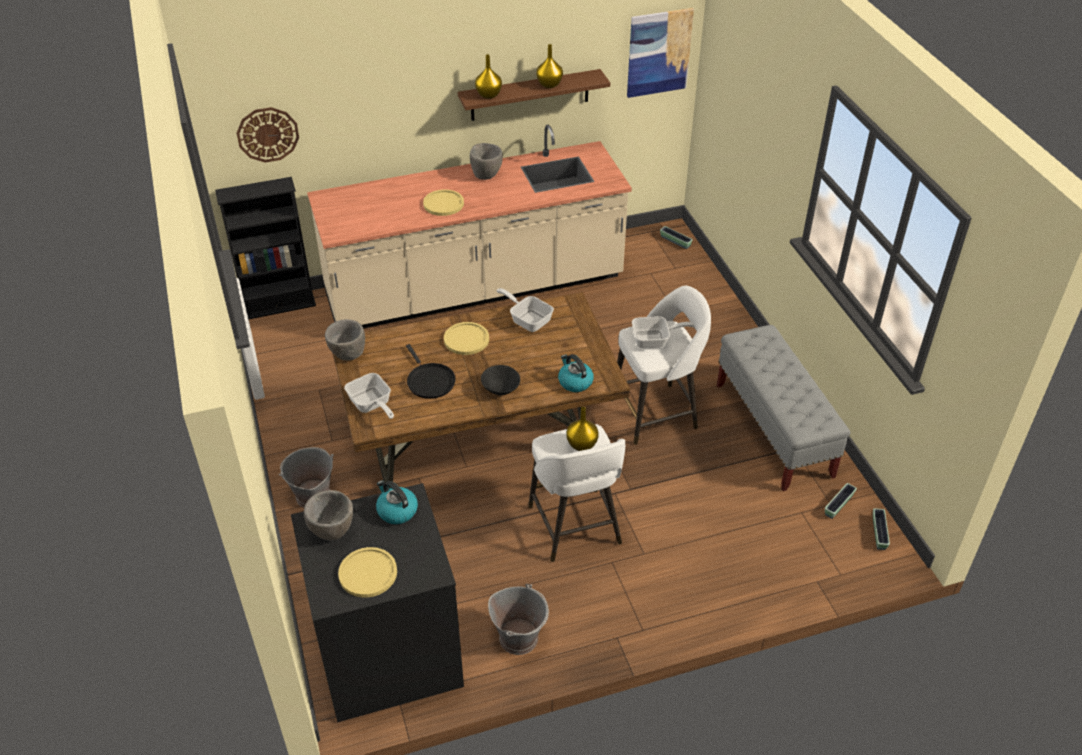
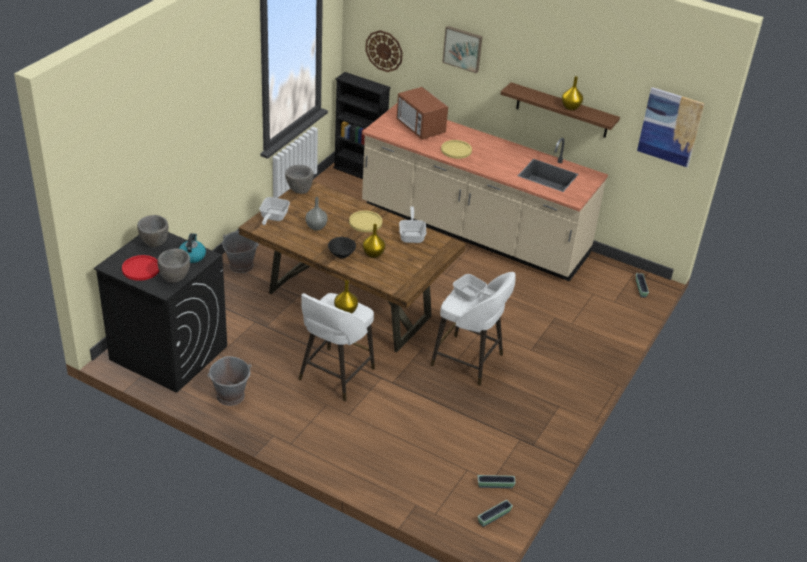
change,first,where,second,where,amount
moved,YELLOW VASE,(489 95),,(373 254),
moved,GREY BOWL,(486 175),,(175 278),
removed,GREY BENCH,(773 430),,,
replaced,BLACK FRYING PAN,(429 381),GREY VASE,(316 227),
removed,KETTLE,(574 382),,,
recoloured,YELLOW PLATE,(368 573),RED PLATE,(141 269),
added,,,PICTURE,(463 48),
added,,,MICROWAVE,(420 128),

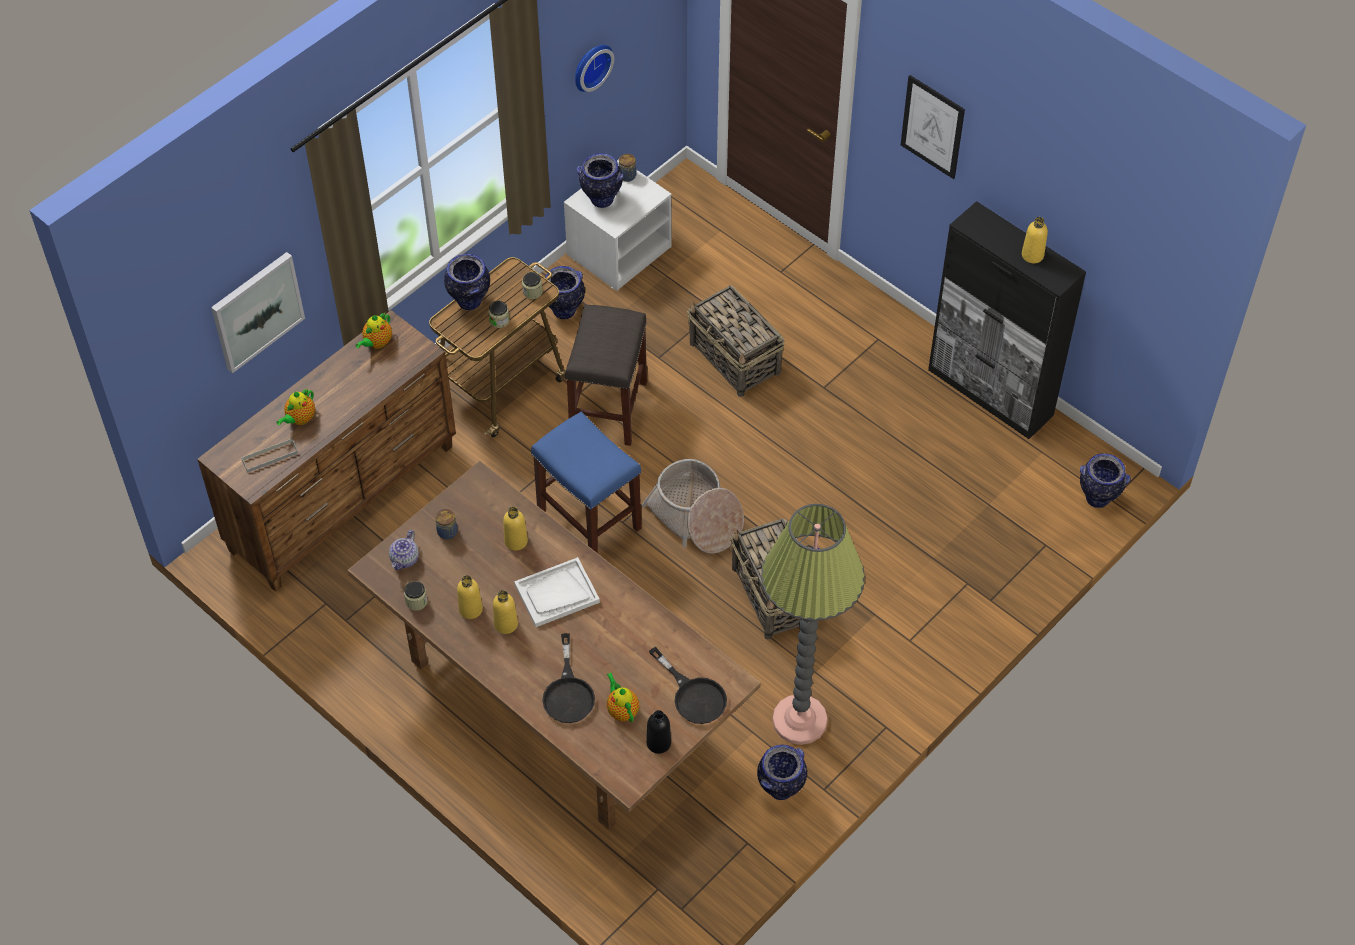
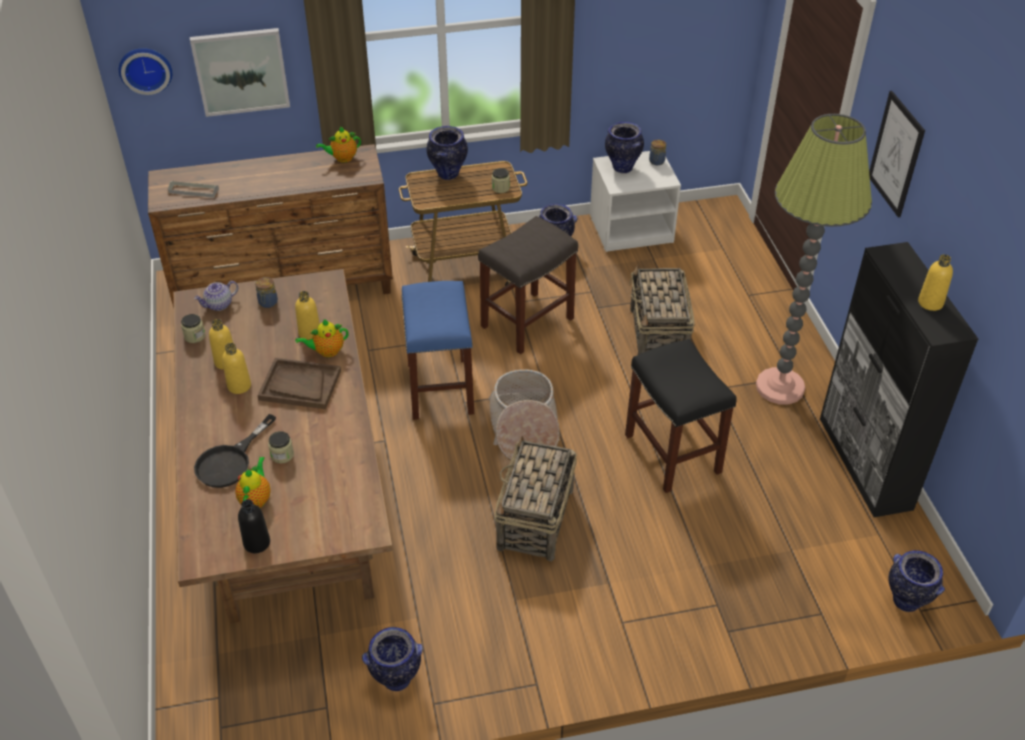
change,first,where,second,where,amount
moved,WALL CLOCK,(590 65),,(145 69),
moved,JAR,(499 321),,(282 455),
moved,TEAPOT,(300 419),,(327 351),
moved,FLOOR LAMP,(800 720),,(780 387),
recoloured,WHITE TRAY,(557 594),BROWN TRAY,(300 385),
removed,BLACK FRYING PAN,(694 695),,,
added,,,BLACK STOOL,(671 453),

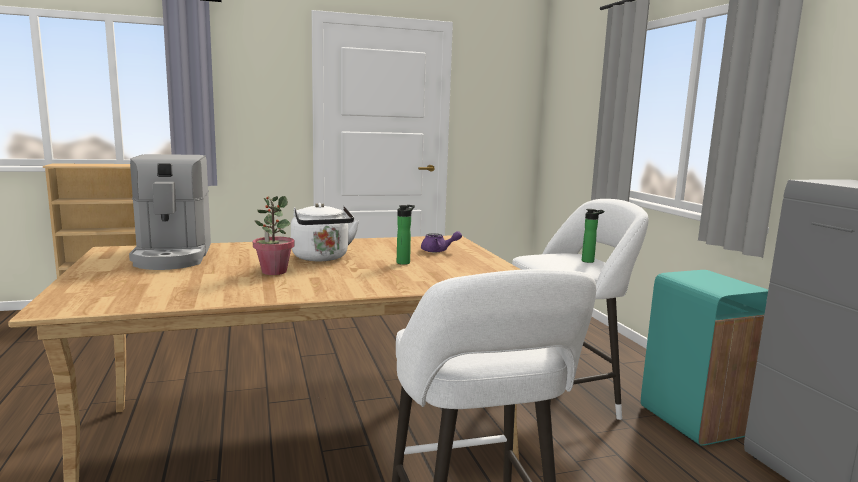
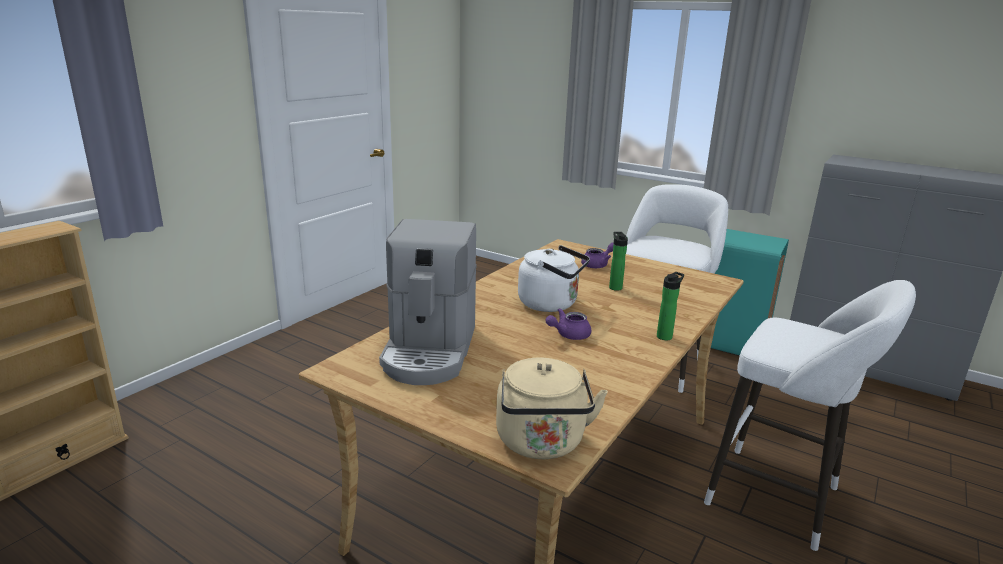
change,first,where,second,where,amount
turned,COFFEE MACHINE,(173 256),,(430 351),60 degrees clockwise
replaced,POTTED PLANT,(274 271),PURPLE TEAPOT,(568 335),
moved,BOTTLE,(589 261),,(665 336),
added,,,BEIGE KETTLE,(541 443),

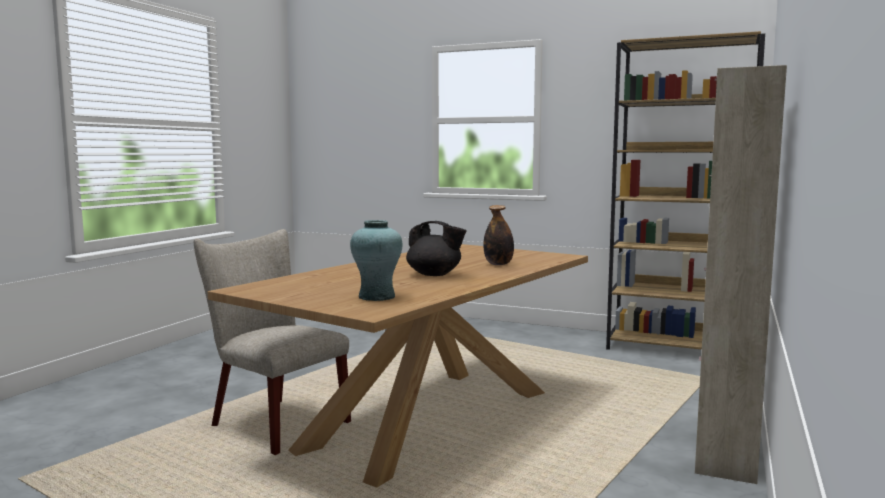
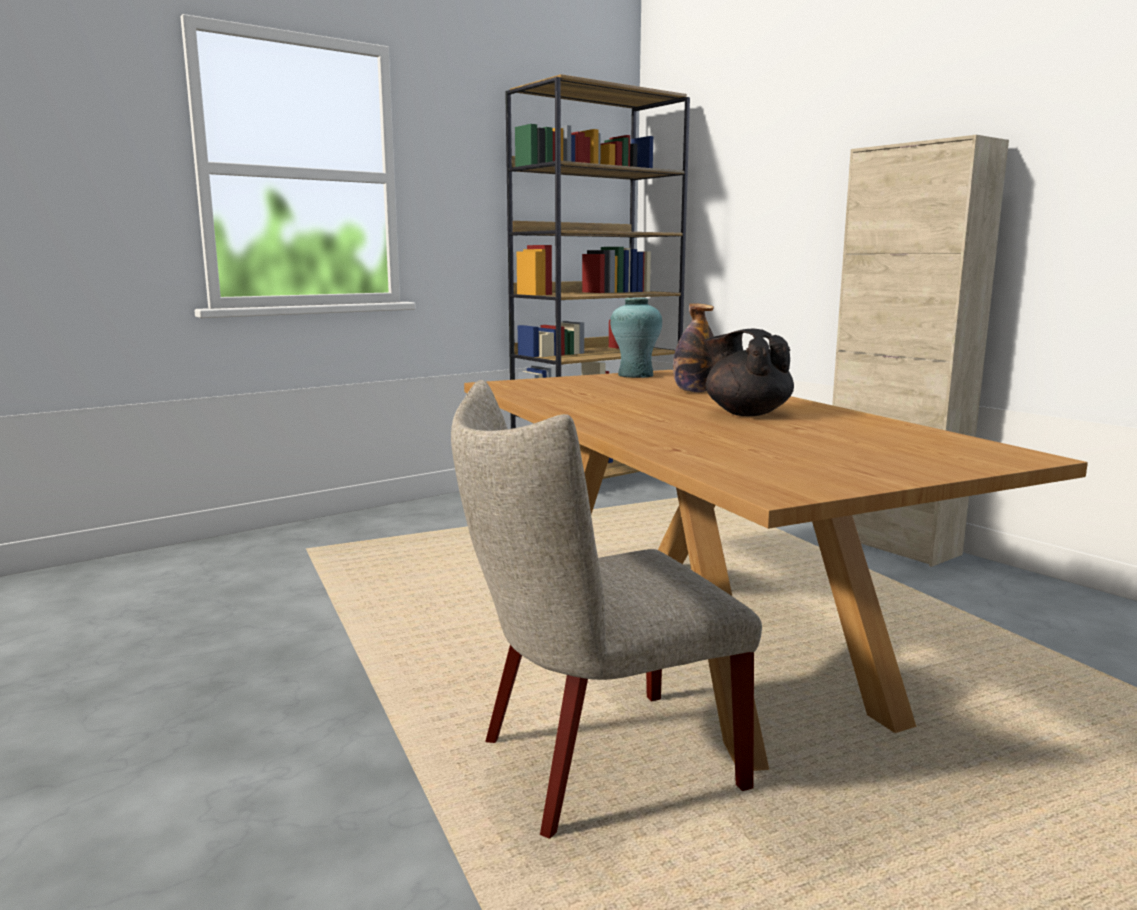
change,first,where,second,where,amount
moved,TURQUOISE VASE,(376 297),,(635 375),
turned,BLACK TEAPOT,(435 275),,(746 413),90 degrees counterclockwise

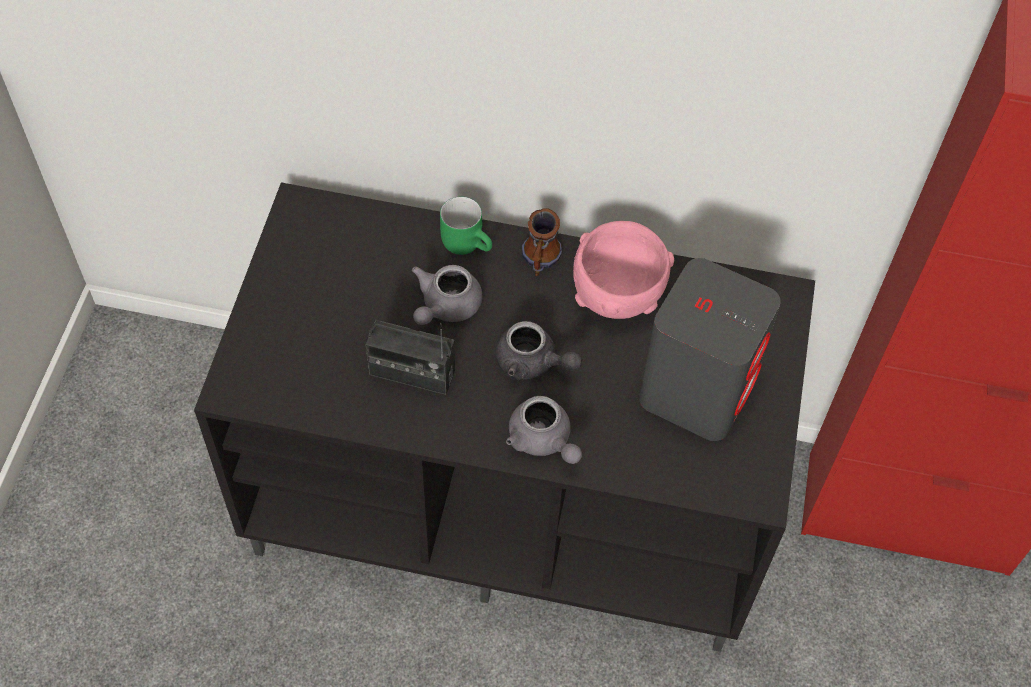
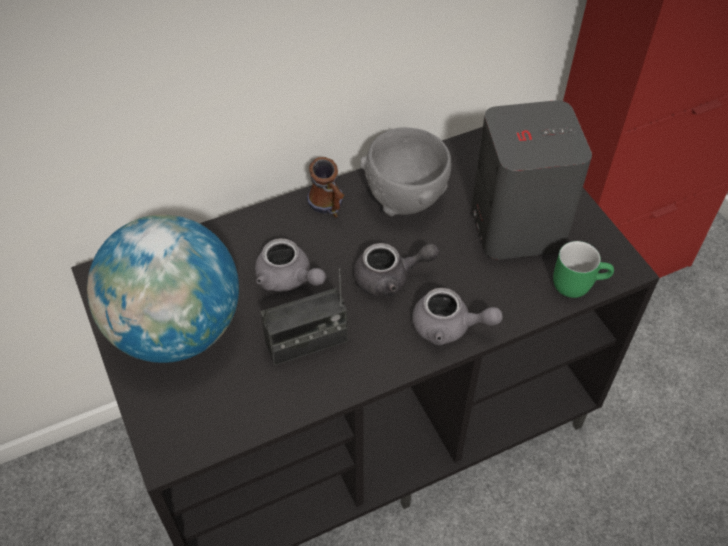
change,first,where,second,where,amount
moved,GREEN MUG,(468 242),,(577 282),
recoloured,PINK BOWL,(616 297),GREY BOWL,(405 198),
turned,GREY TEAPOT,(445 307),,(288 279),45 degrees counterclockwise
added,,,GLOBE,(176 329),

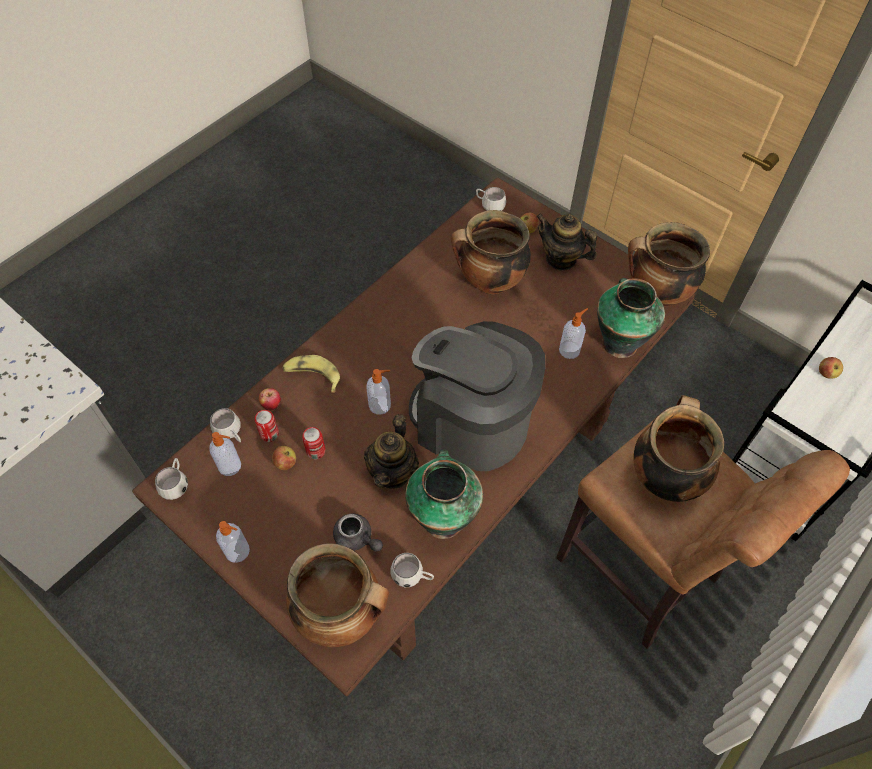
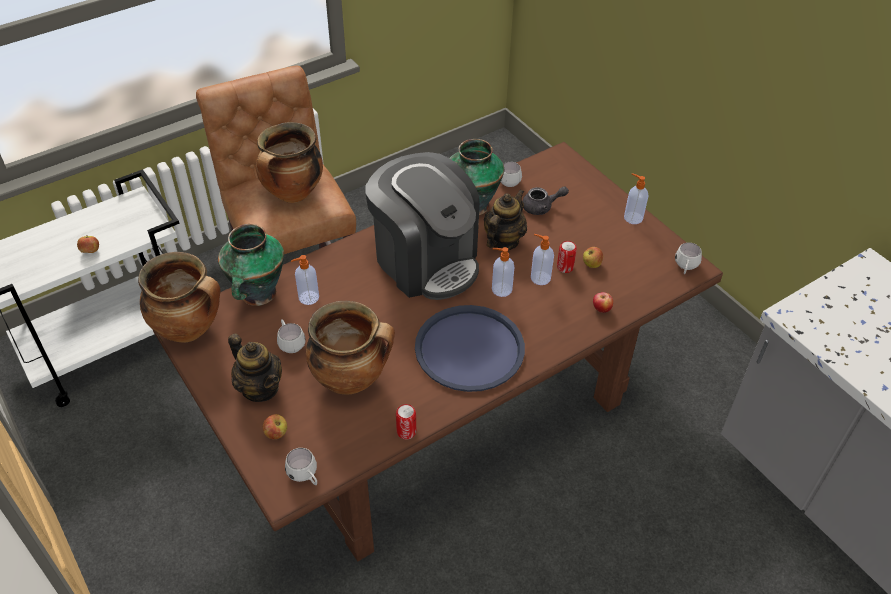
change,first,where,second,where,amount
removed,BANANA,(312 376),,,
moved,WHITE MUG,(231 434),,(290 343),
moved,CAN,(269 434),,(406 431),
moved,SOAP DISPENSER,(230 466),,(539 278),
turned,GREY TEAPOT,(356 539),,(541 207),120 degrees clockwise
removed,COOKING POT,(341 613),,,
added,,,BLUE TRAY,(469 349),

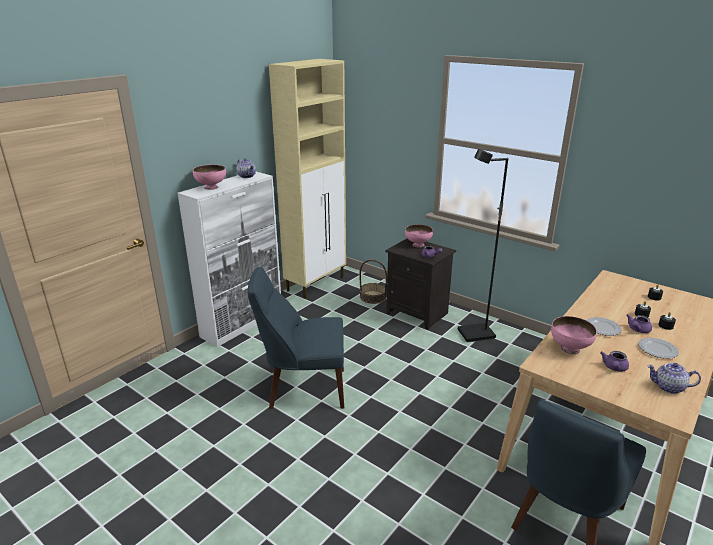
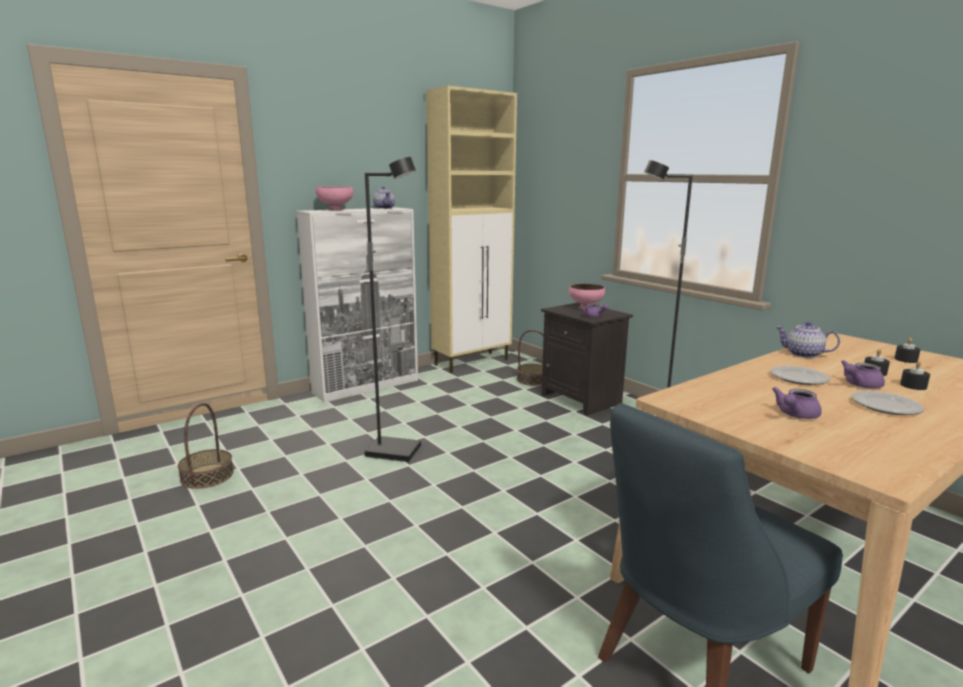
change,first,where,second,where,amount
replaced,BLUE CHAIR,(303 388),BLACK FLOOR LAMP,(394 451),
removed,PINK BOWL,(569 348),,,
moved,TEAPOT,(668 387),,(803 354),
added,,,BASKET,(207 476),

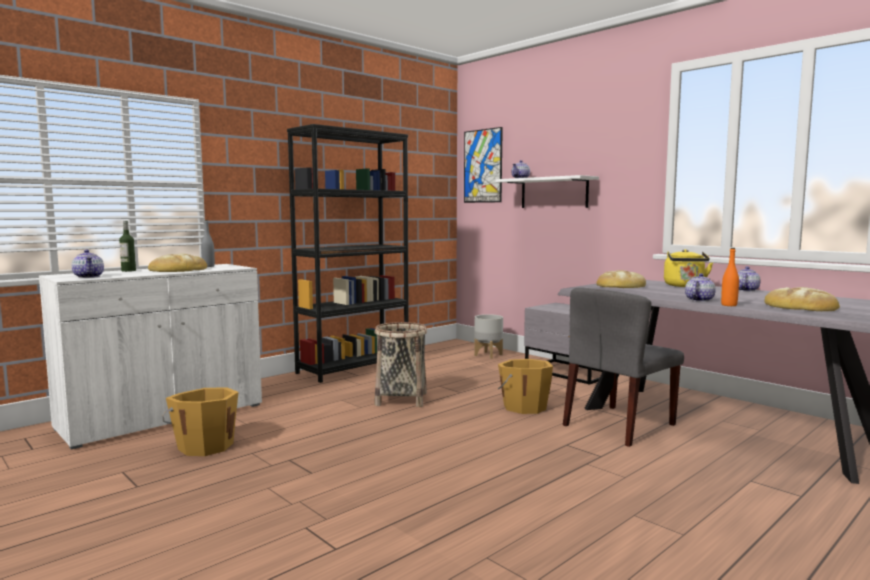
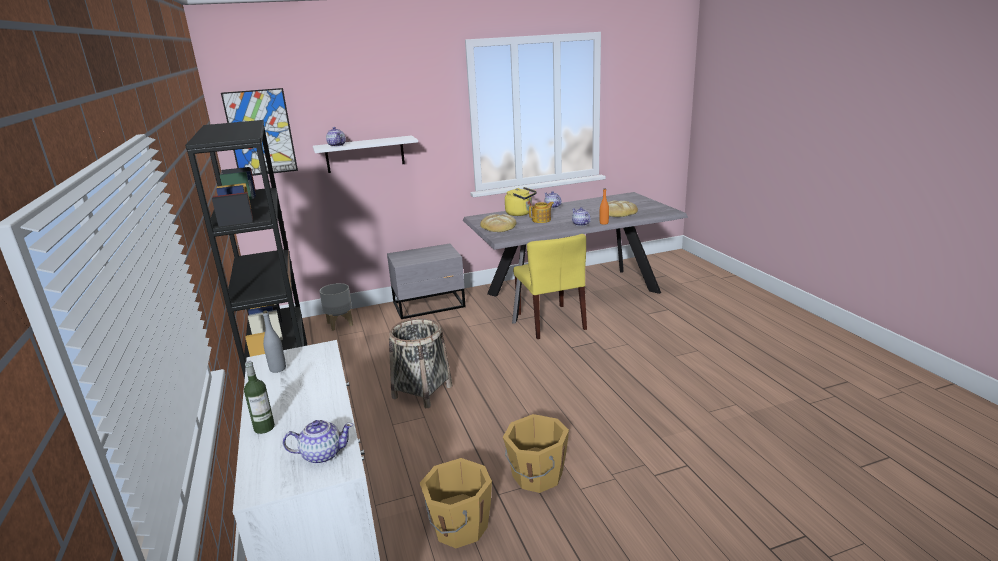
change,first,where,second,where,amount
removed,BREAD,(177 270),,,
recoloured,GREY CHAIR,(619 425),YELLOW CHAIR,(551 321),
moved,ORANGE BUCKET,(524 407),,(536 475),
added,,,TEAPOT,(542 220),

